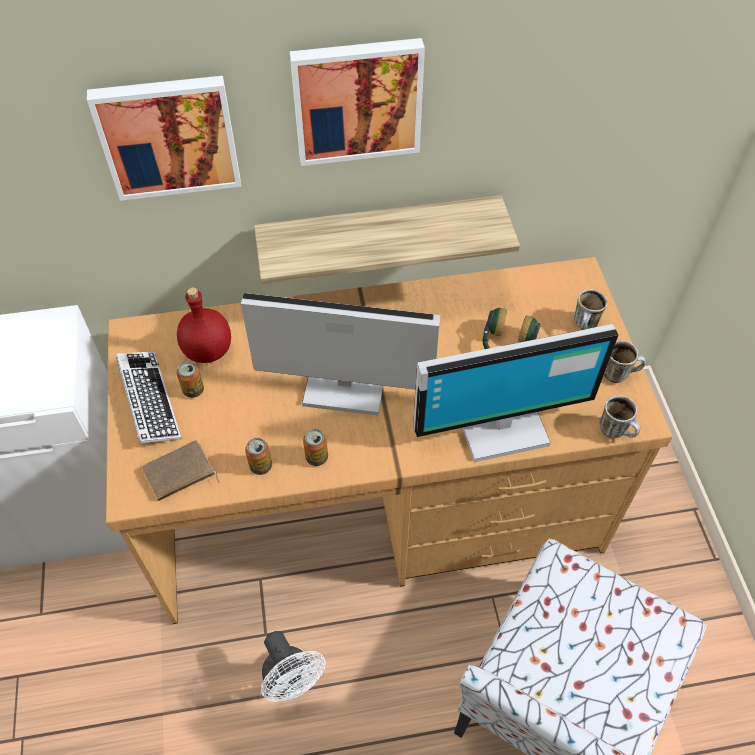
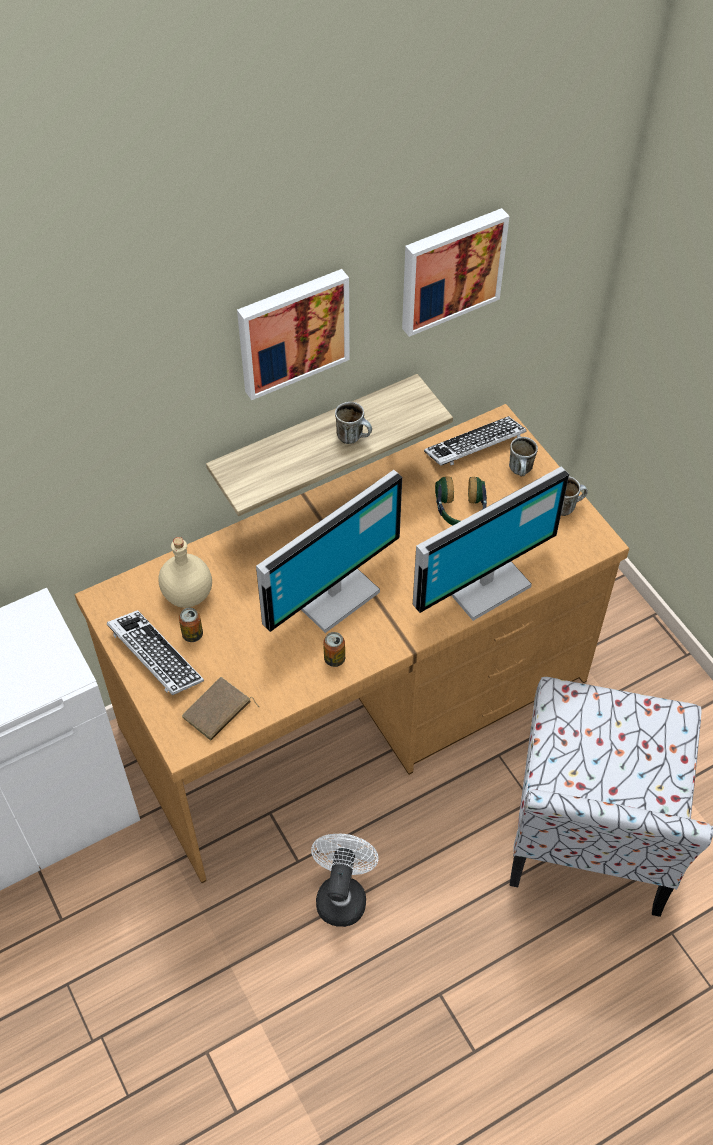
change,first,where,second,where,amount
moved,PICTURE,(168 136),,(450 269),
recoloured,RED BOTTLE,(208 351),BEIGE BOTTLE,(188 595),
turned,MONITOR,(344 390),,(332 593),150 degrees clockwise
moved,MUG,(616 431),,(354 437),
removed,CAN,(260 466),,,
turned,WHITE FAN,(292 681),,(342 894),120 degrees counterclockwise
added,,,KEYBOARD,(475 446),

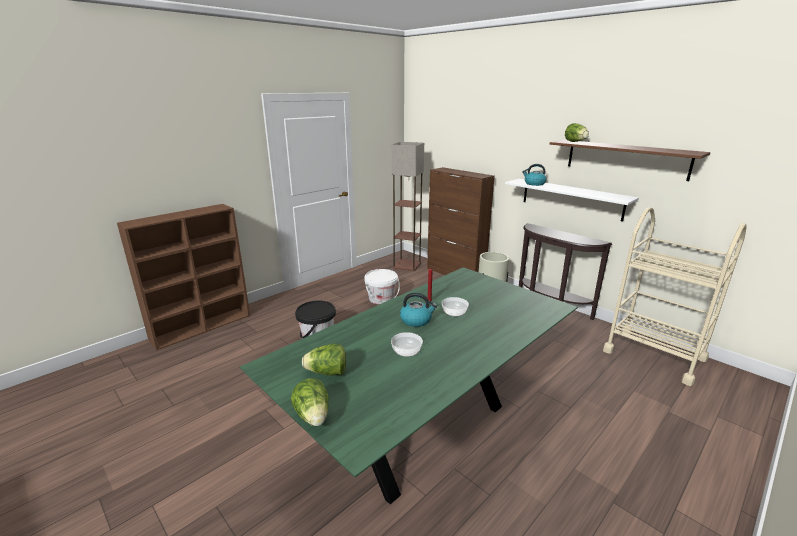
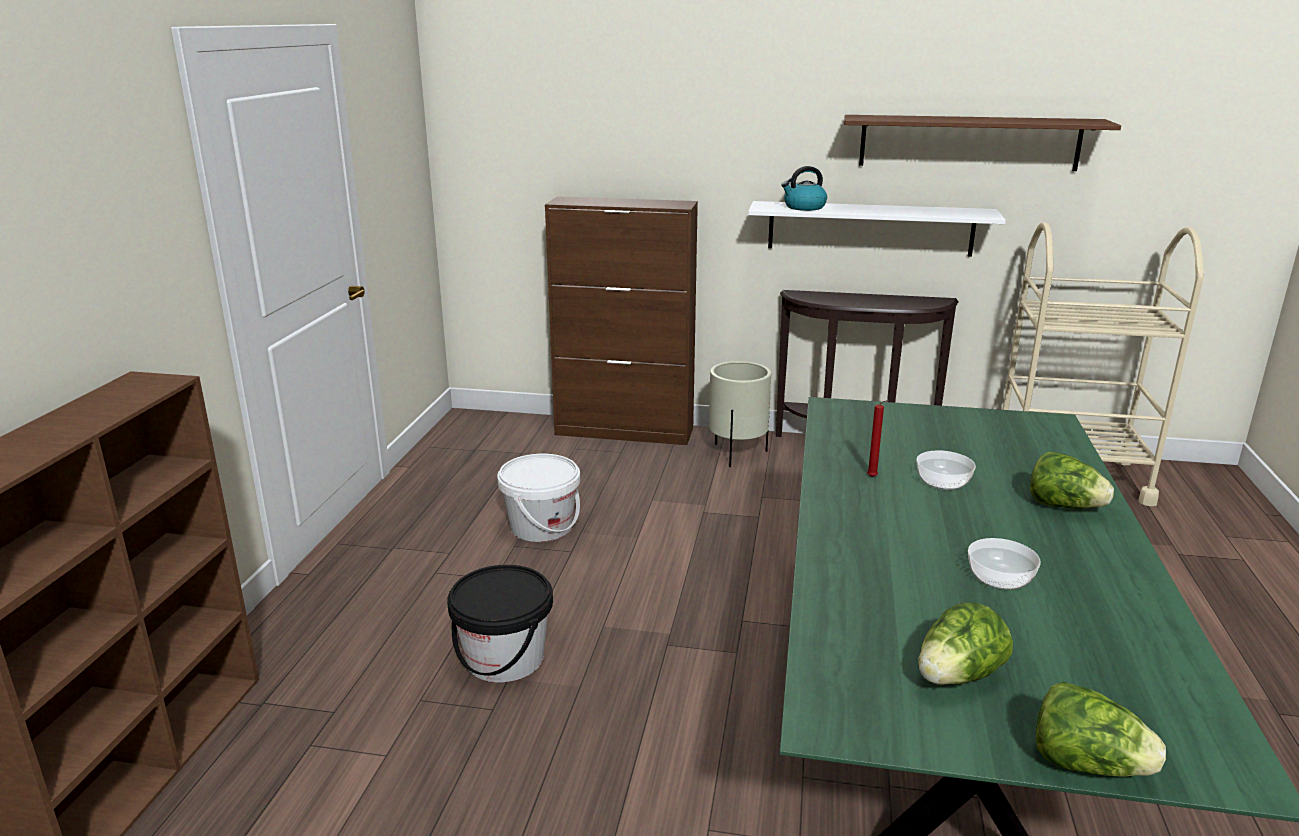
change,first,where,second,where,amount
moved,LETTUCE,(576 142),,(1064 506),
removed,FLOOR LAMP,(406 265),,,
removed,KETTLE,(416 320),,,

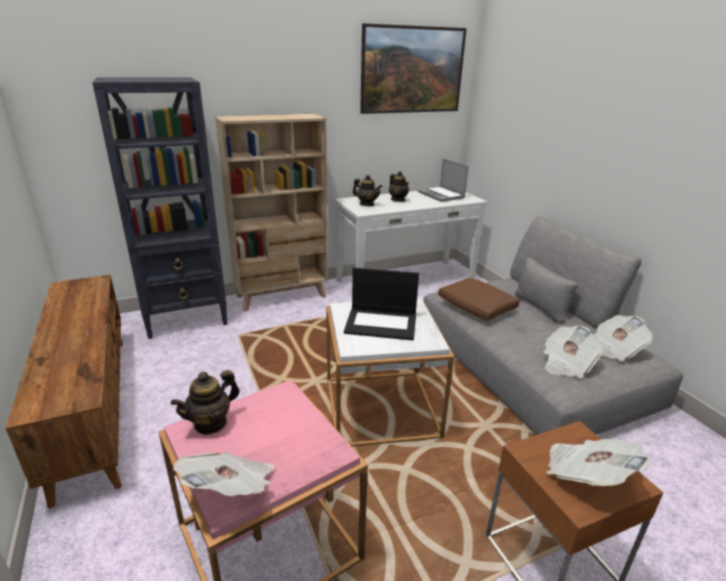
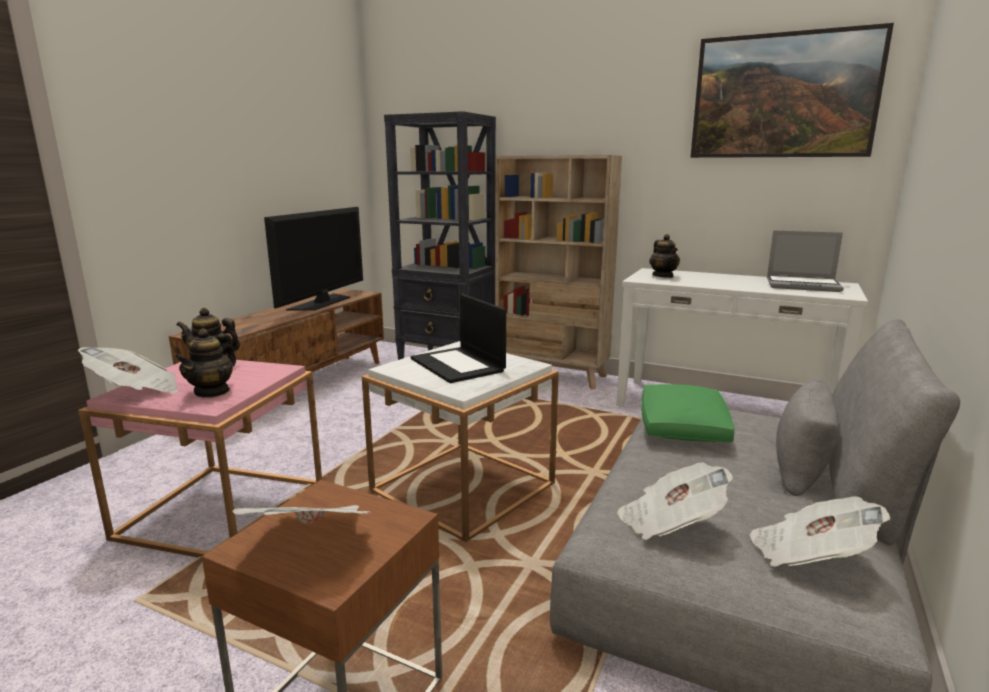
change,first,where,second,where,amount
turned,LAPTOP,(442 195),,(803 285),90 degrees counterclockwise
moved,TEAPOT,(398 200),,(212 391),
recoloured,BROWN PILLOW,(477 307),GREEN PILLOW,(683 428),
added,,,TELEVISION,(322 302),

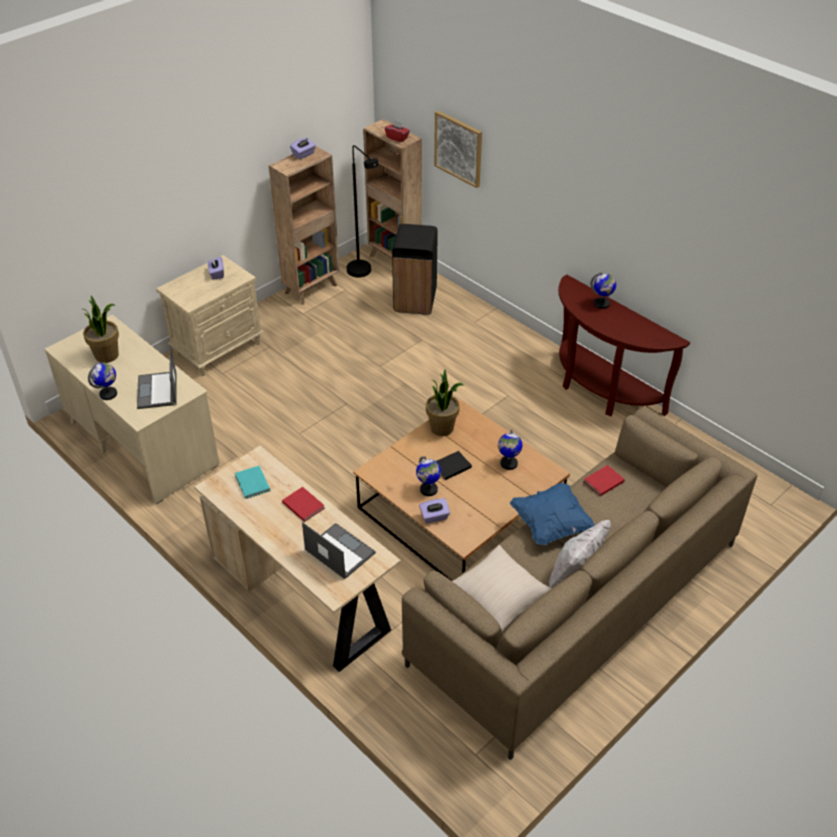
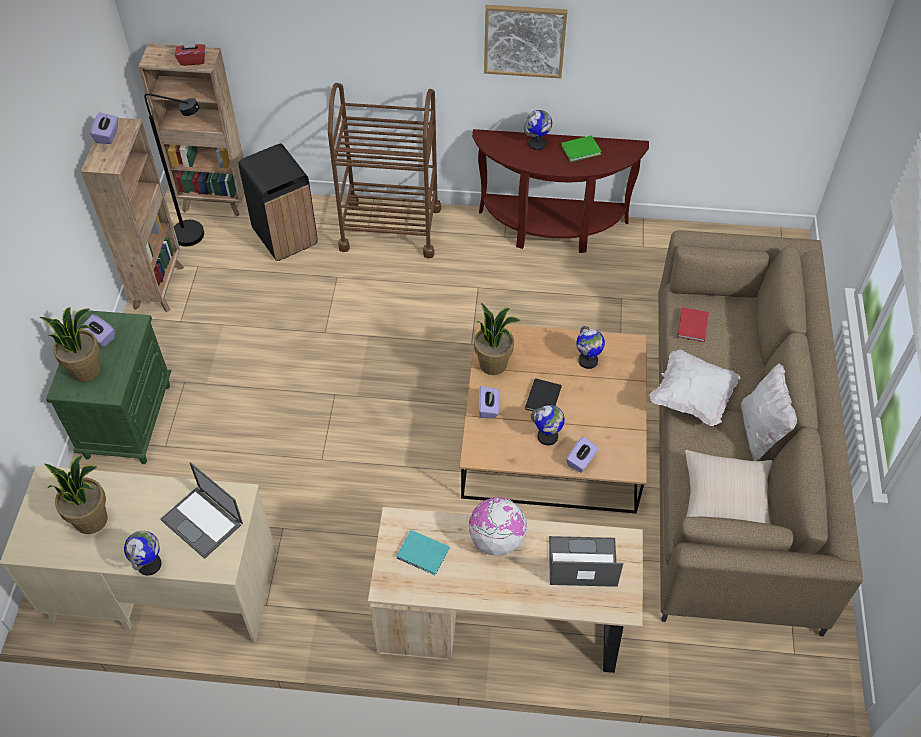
change,first,where,second,where,amount
moved,PICTURE,(458 148),,(524 40),
recoloured,BEIGE NIGHTSTAND,(218 348),GREEN NIGHTSTAND,(128 420),
recoloured,BLUE PILLOW,(551 524),WHITE PILLOW,(692 397),
replaced,RED BOOK,(303 504),GLOBE,(496 539),
added,,,BROWN CART,(390 228),
added,,,GREEN BOOK,(582 150),
added,,,POTTED PLANT,(86 369),
added,,,PURPLE TISSUE BOX,(488 408),

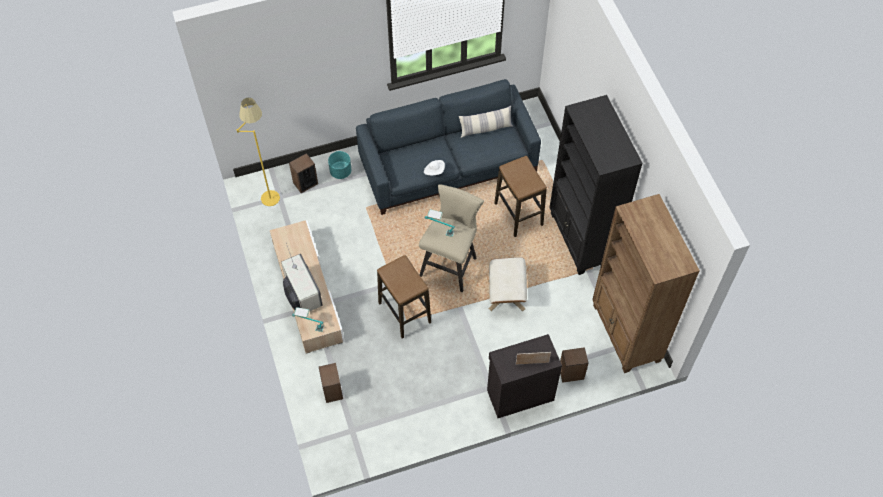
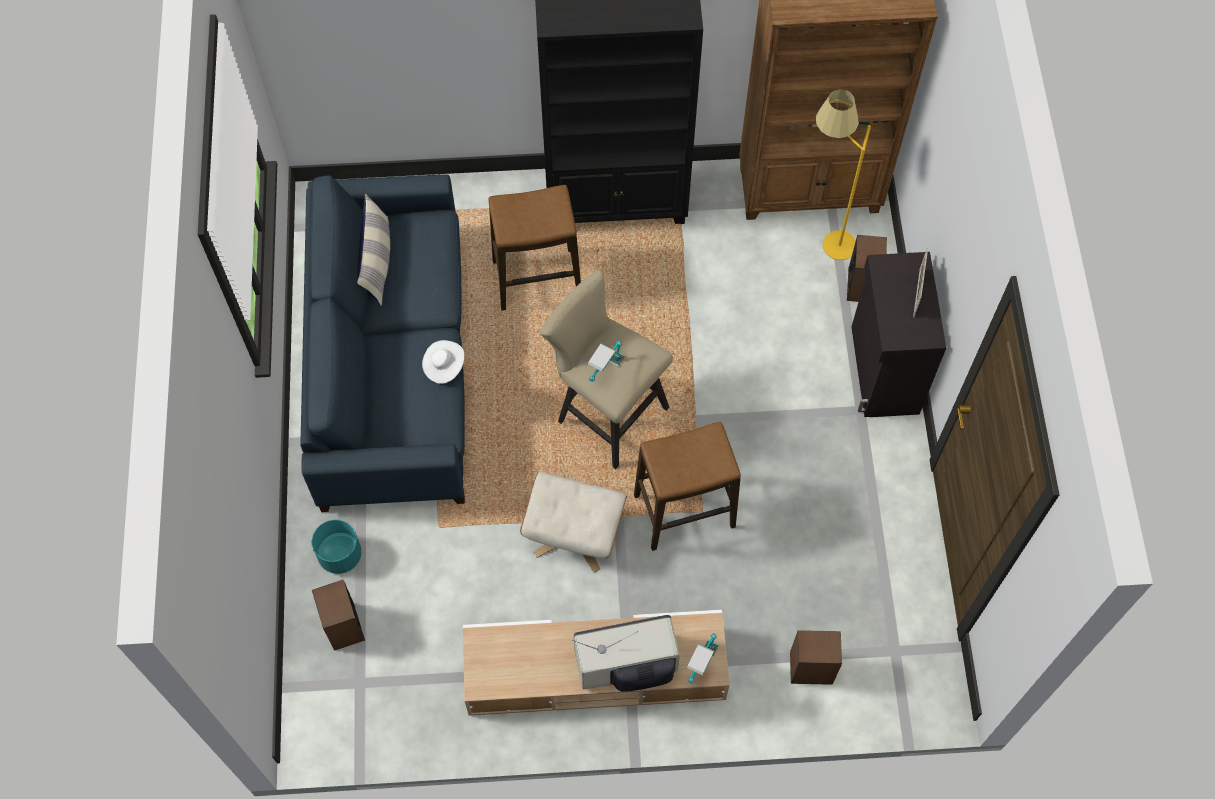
change,first,where,second,where,amount
moved,YELLOW FLOOR LAMP,(268 191),,(823 246),
moved,BEIGE OTTOMAN,(506 295),,(575 533),

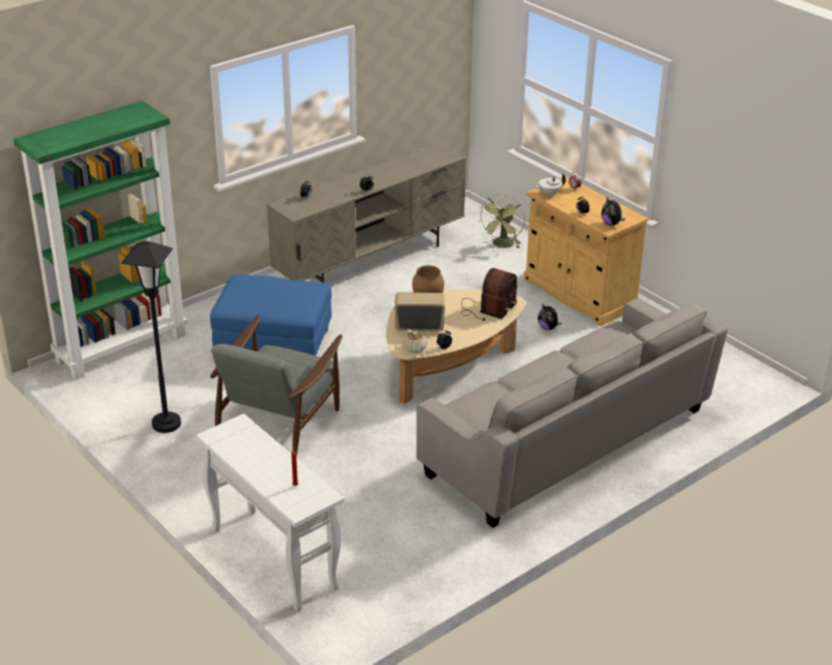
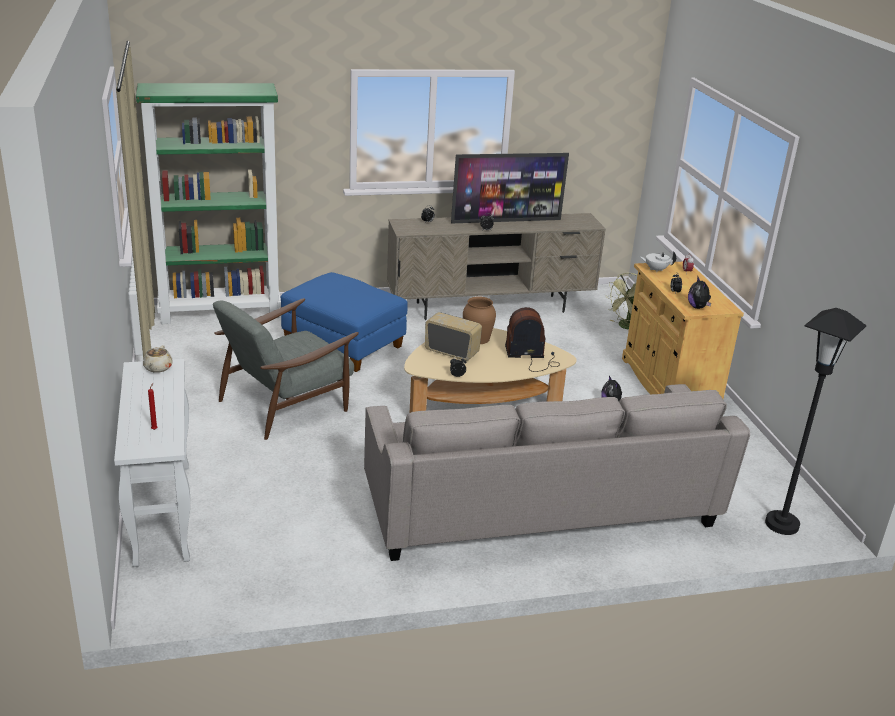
change,first,where,second,where,amount
moved,BLACK FLOOR LAMP,(166 424),,(782 524),
turned,RADIO,(487 309),,(532 357),150 degrees counterclockwise
moved,BEIGE TEAPOT,(415 348),,(158 368),
added,,,TELEVISION,(506 221),

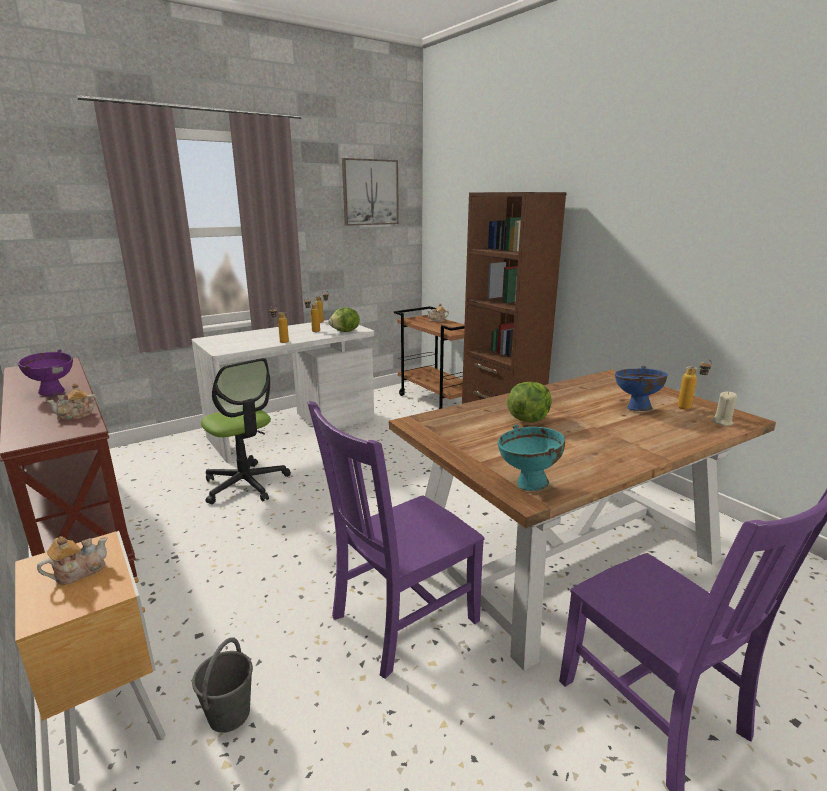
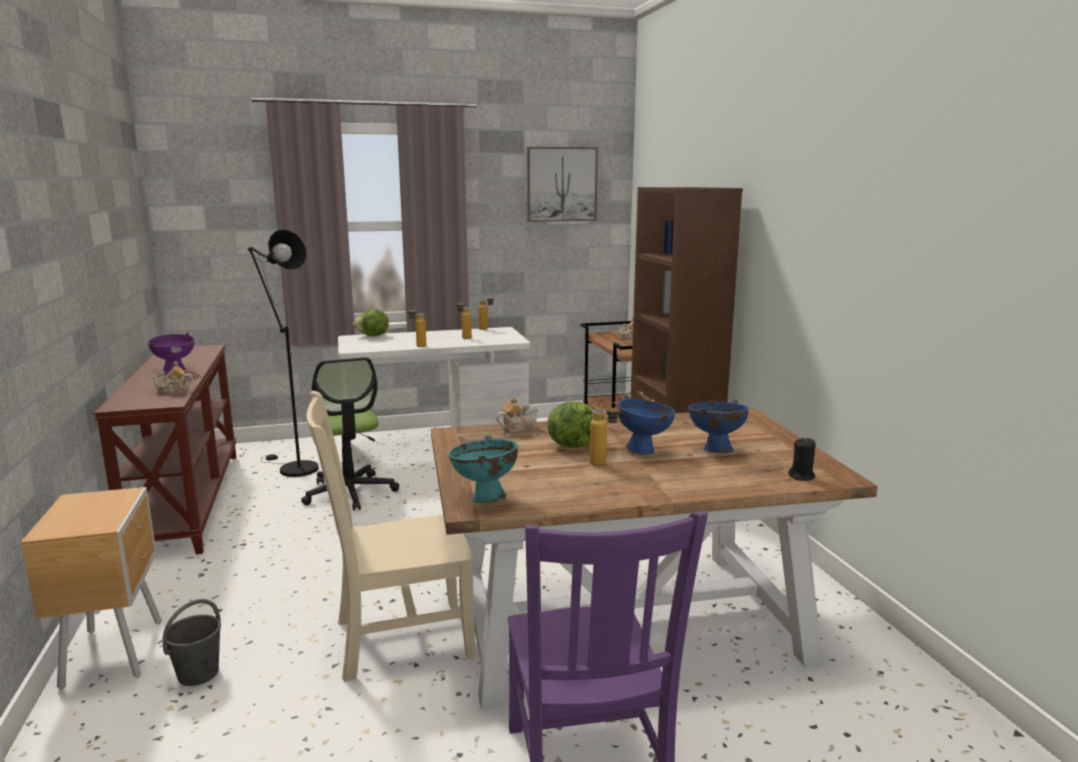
change,first,where,second,where,amount
moved,LETTUCE,(345 332),,(373 336),
moved,BOTTLE,(690 408),,(604 464),
recoloured,BEIGE CANDLE,(722 422),BLACK CANDLE,(801 476),
recoloured,PURPLE CHAIR,(400 620),BEIGE CHAIR,(398 639),
moved,TEAPOT,(78 572),,(517 429),
added,,,BLACK FLOOR LAMP,(293 468),
added,,,BLUE BOWL,(643 450),

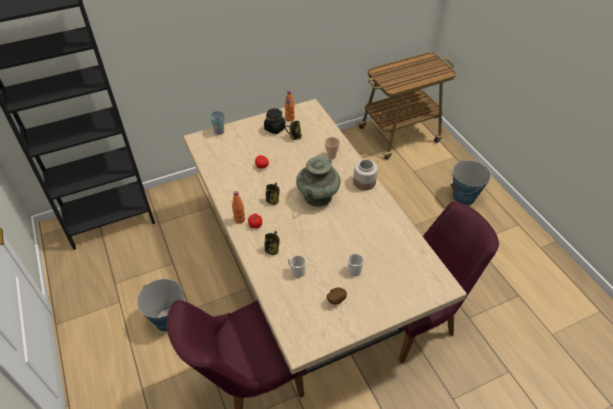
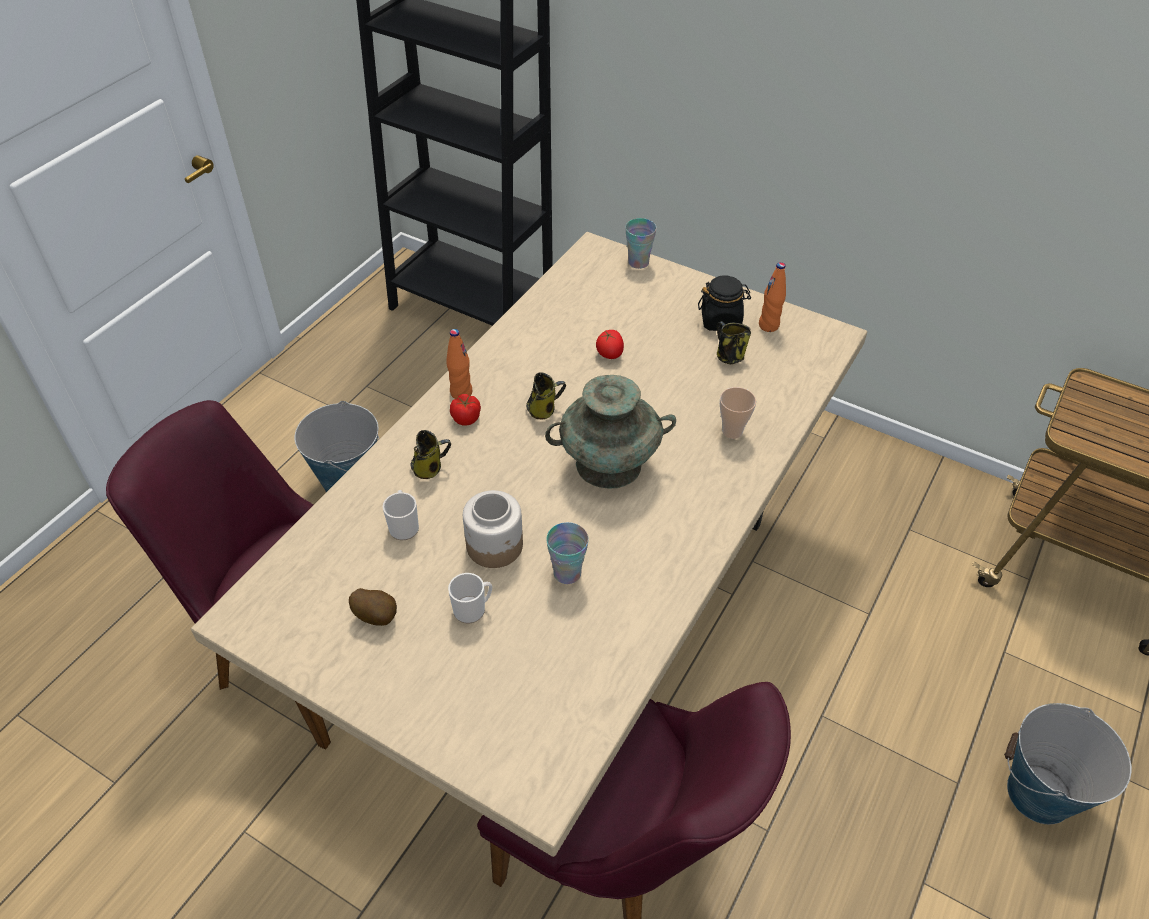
change,first,where,second,where,amount
moved,JAR,(364 182),,(495 546),
added,,,CUP,(567 573),

